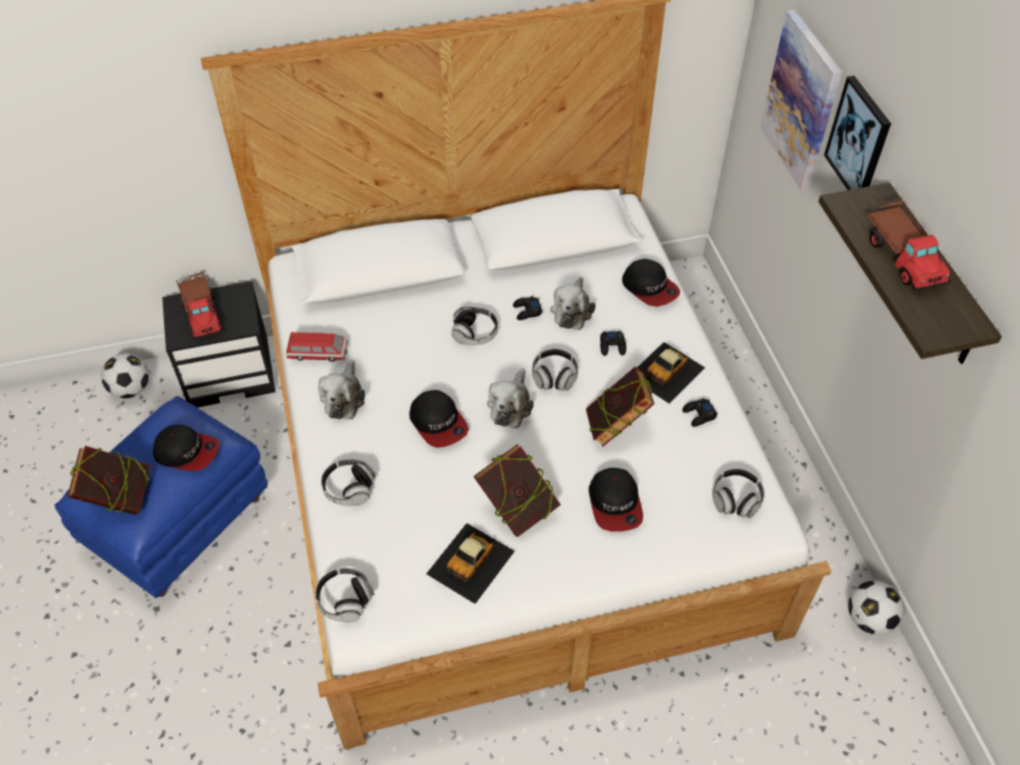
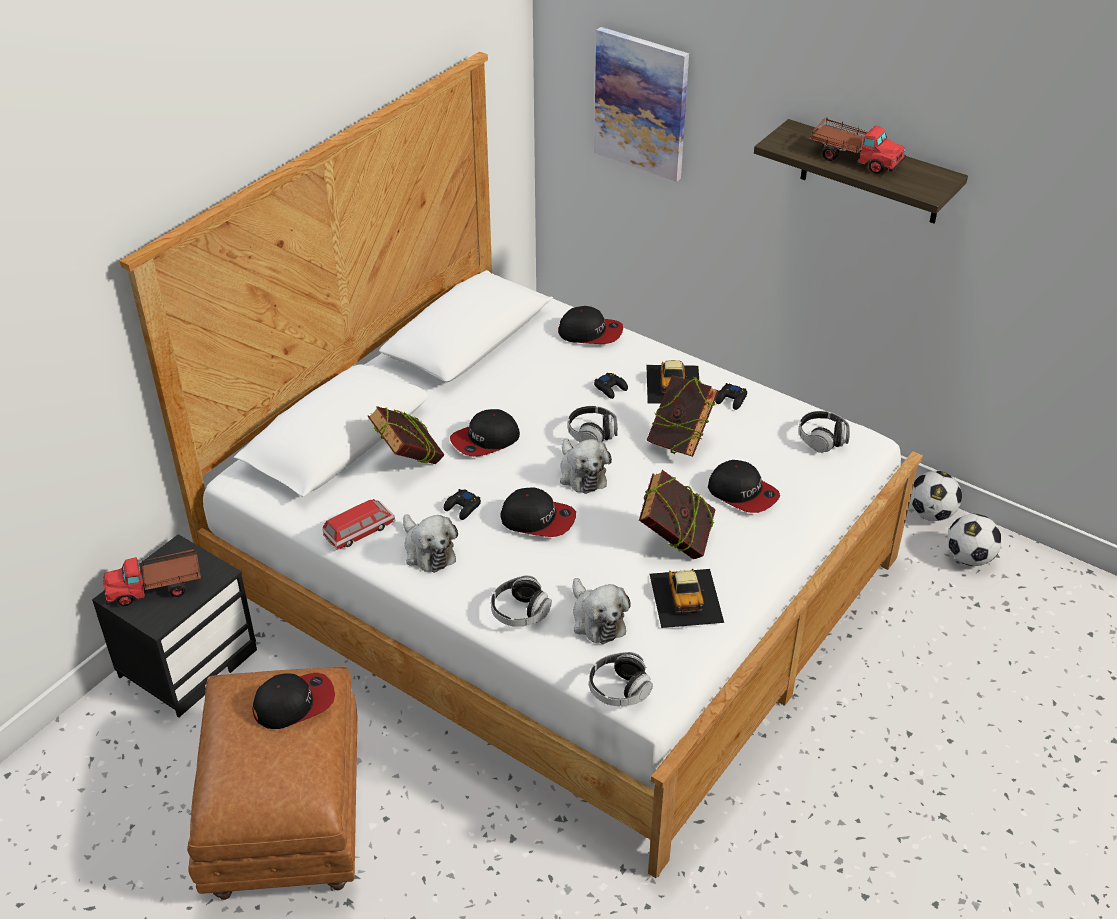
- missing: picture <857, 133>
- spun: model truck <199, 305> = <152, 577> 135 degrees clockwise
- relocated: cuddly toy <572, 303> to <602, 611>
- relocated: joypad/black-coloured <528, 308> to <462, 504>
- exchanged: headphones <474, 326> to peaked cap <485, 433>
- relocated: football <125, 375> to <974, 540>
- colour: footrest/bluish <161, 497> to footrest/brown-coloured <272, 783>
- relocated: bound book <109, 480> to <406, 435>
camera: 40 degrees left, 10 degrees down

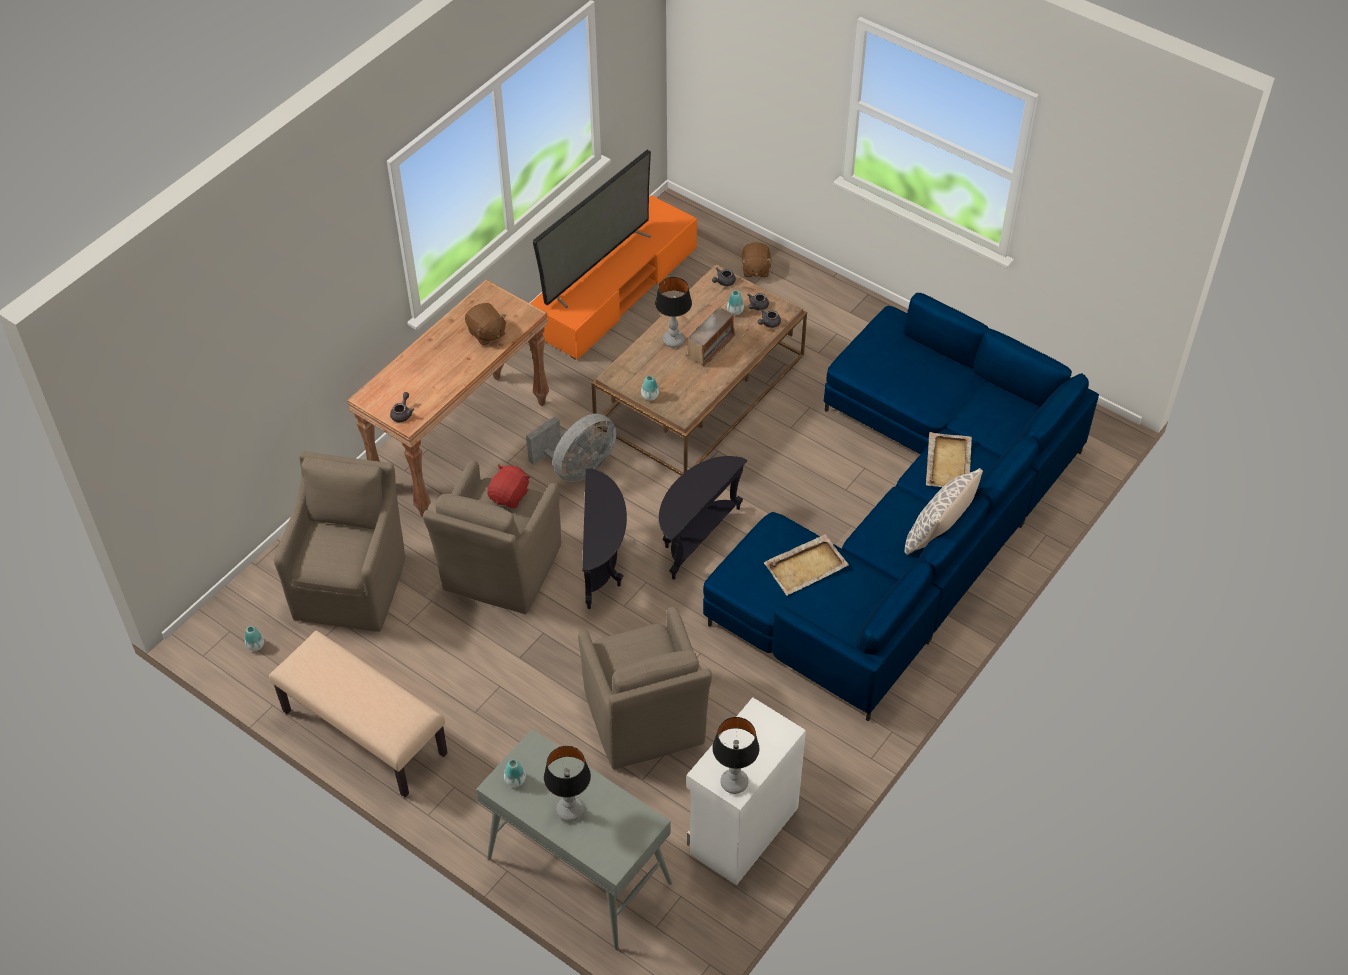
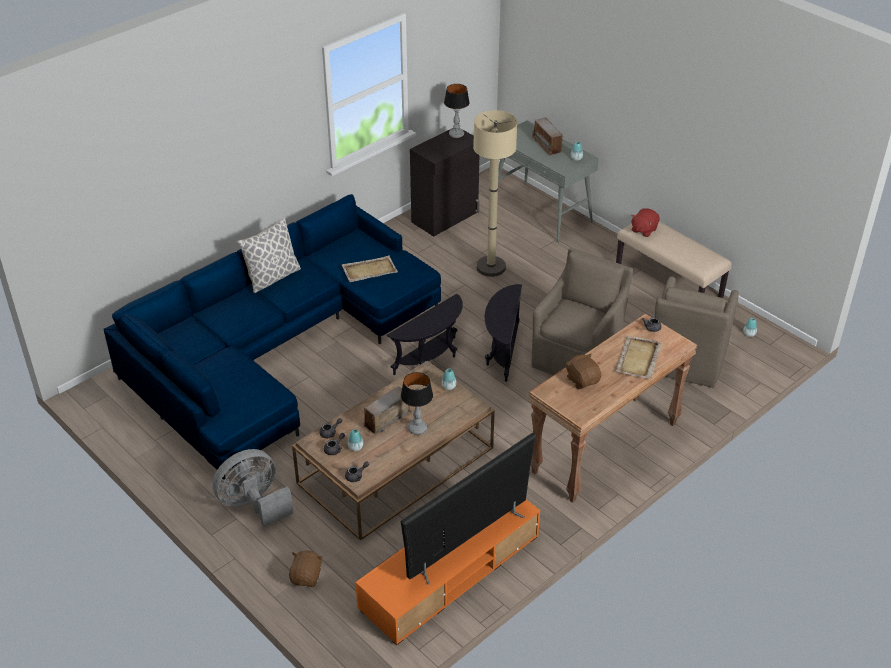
- relocated: cooling fan/grey <571, 448> to <252, 488>
- relocated: serving tray/beige-coloured <949, 459> to <639, 357>
- relocated: cuddly toy/red-coloured <508, 486> to <645, 222>
- exchanged: easy chair/brown-coloured <645, 688> to standing lamp/beige-coloured <495, 193>
- colour: cabinet/white <746, 791> to cabinet/black-coloured <444, 182>
- exchanged: table lamp <567, 784> to radio receiver <548, 137>
camera: 170 degrees left, 10 degrees down

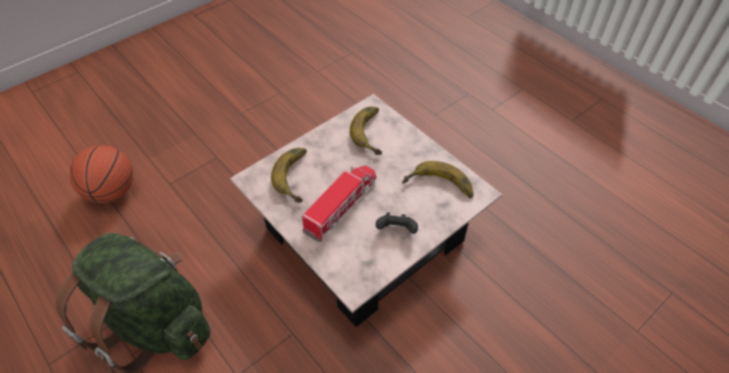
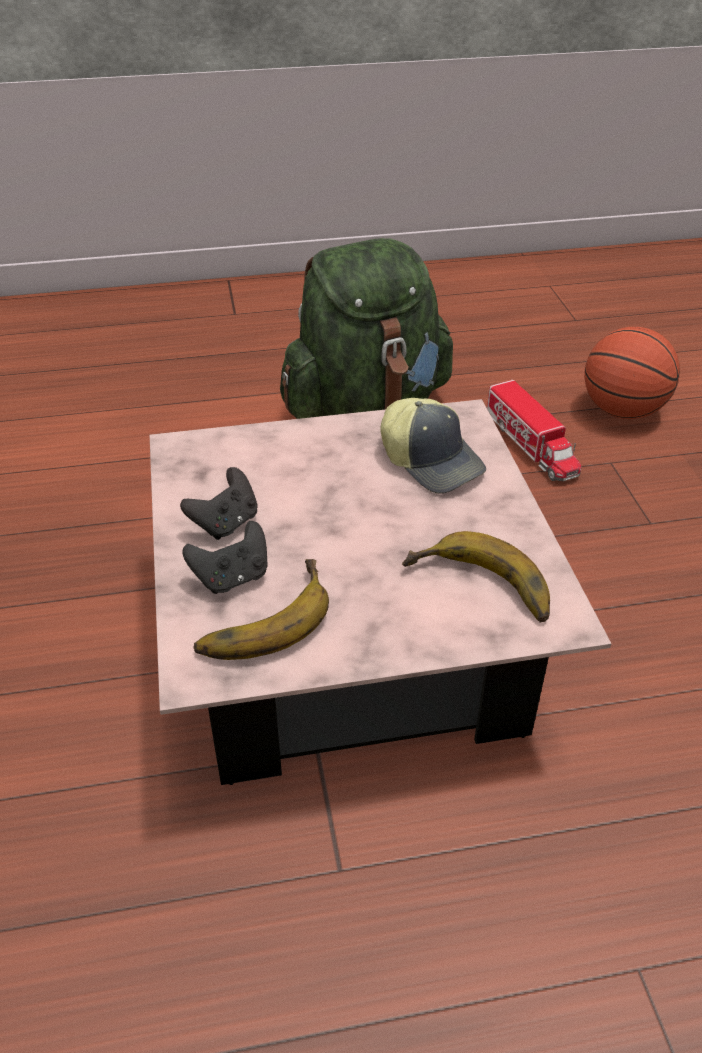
- exchanged: whole banana <289, 175> to peaked cap <433, 446>
- relocated: model truck <339, 203> to <534, 430>
- appeared: joypad/black-coloured <224, 557>
camera: 120 degrees right, 10 degrees down

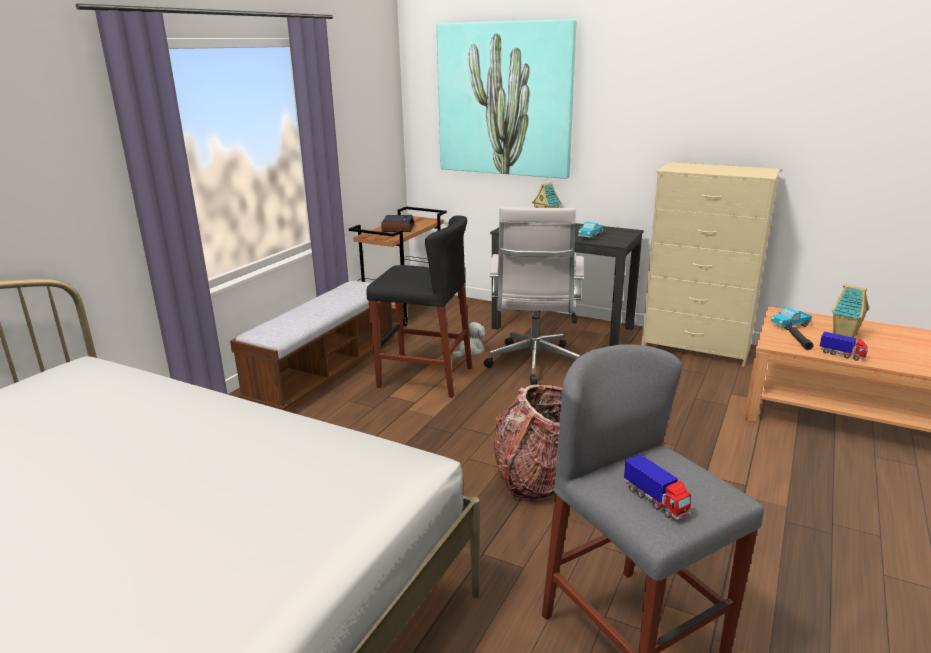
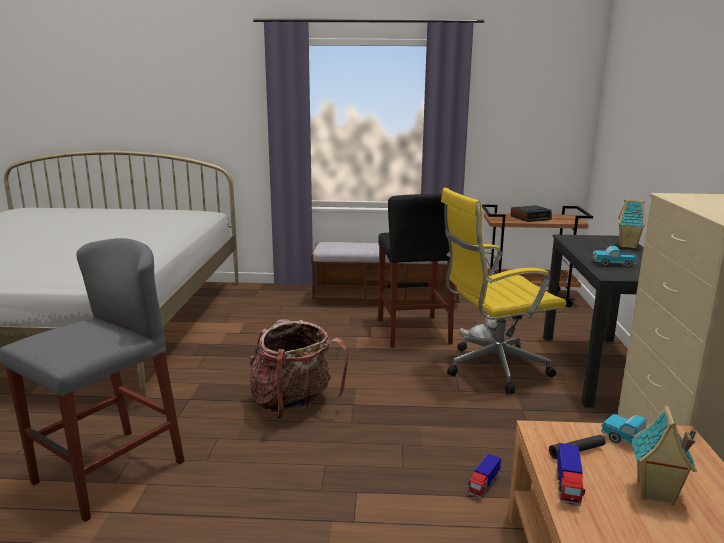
- missing: picture <507, 99>
- colour: computer chair/white <534, 296> to computer chair/yellow <503, 291>
- relocated: model truck <657, 486> to <484, 475>
camera: 65 degrees right, 5 degrees down

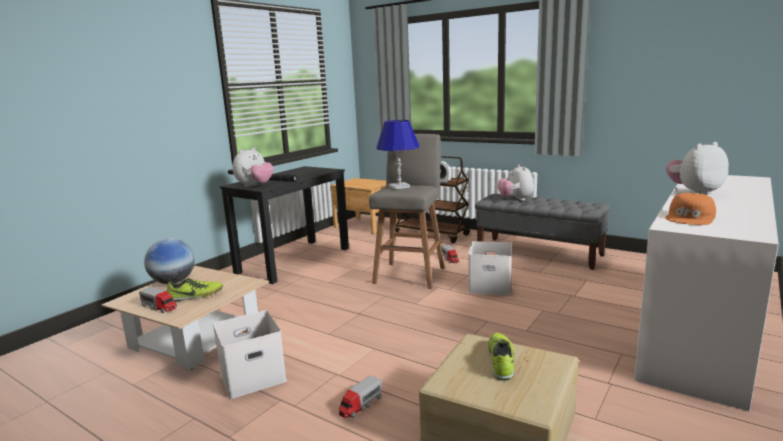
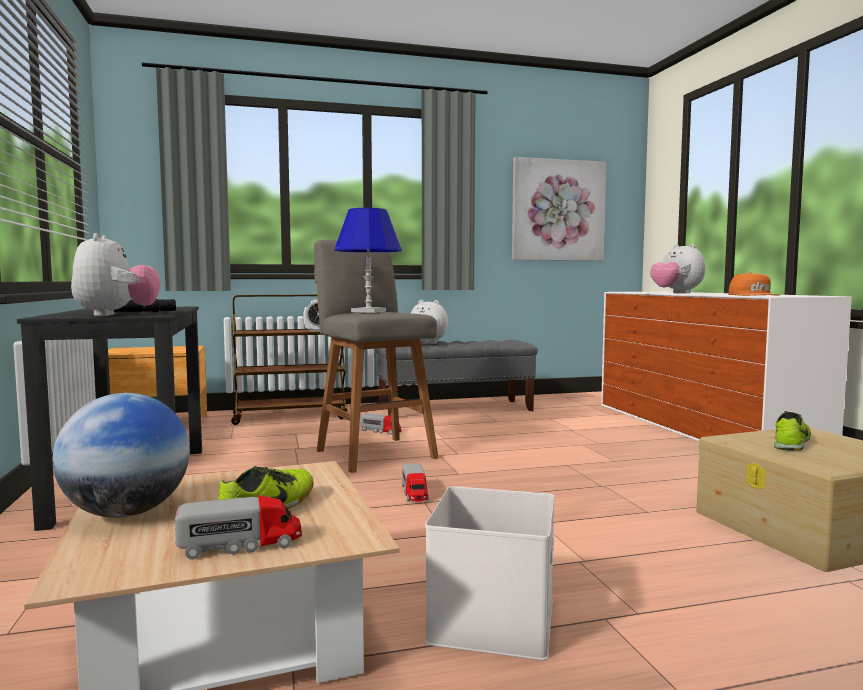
- spun: cuddly toy <697, 168> = <677, 268> 45 degrees counterclockwise
- missing: storage container/white <490, 268>
- spun: low shoe <501, 356> = <792, 431> 75 degrees clockwise
- relocated: model truck <360, 397> to <415, 482>
- appeared: picture <559, 209>
camera: 50 degrees left, 10 degrees down

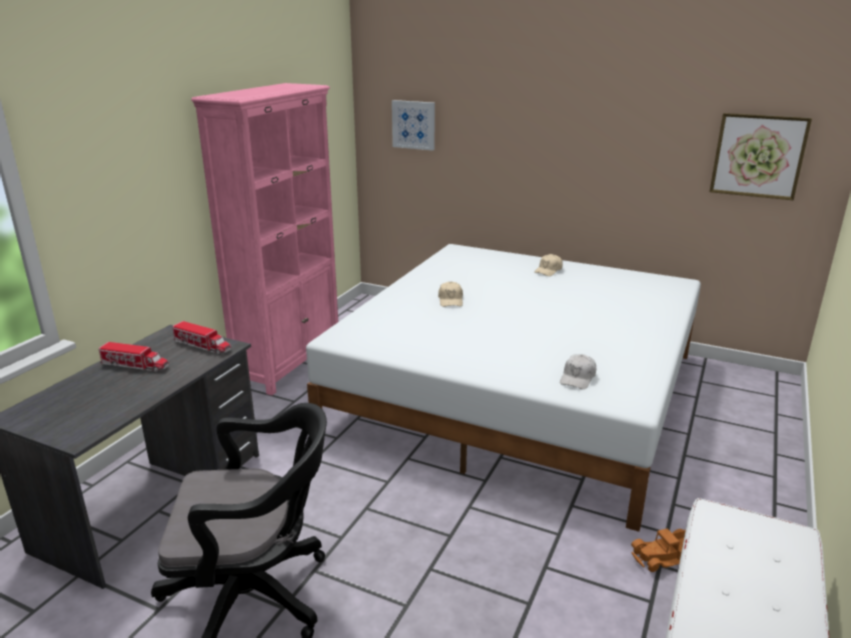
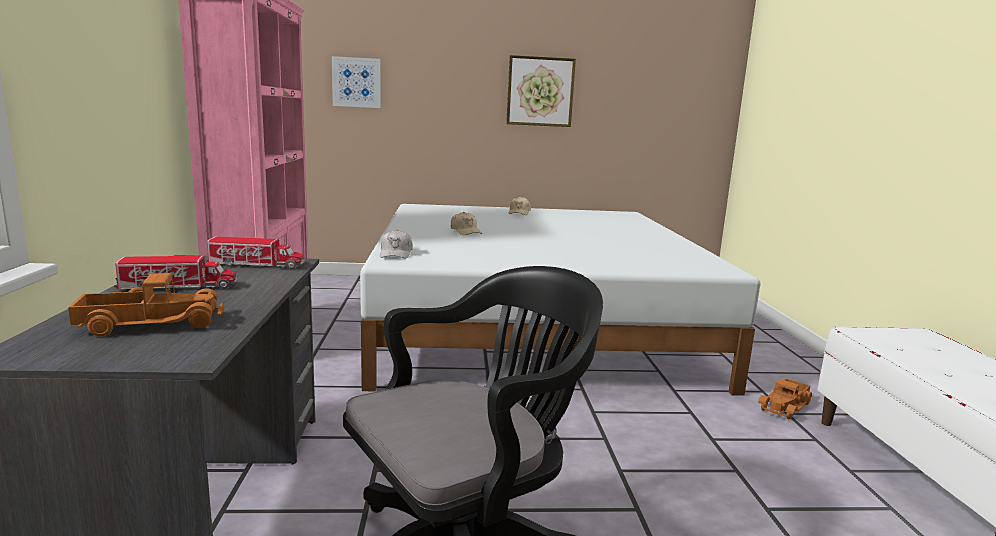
- relocated: picture <761, 156> to <541, 91>
- relocated: peaked cap/white <578, 371> to <396, 244>
- appeared: model truck <146, 304>
camera: 30 degrees left, 10 degrees down

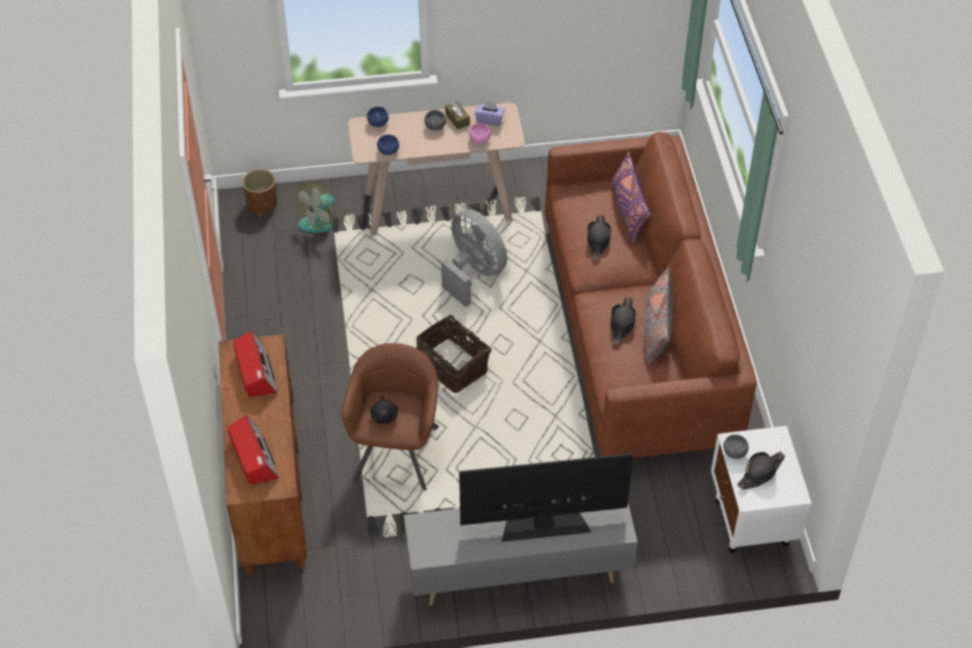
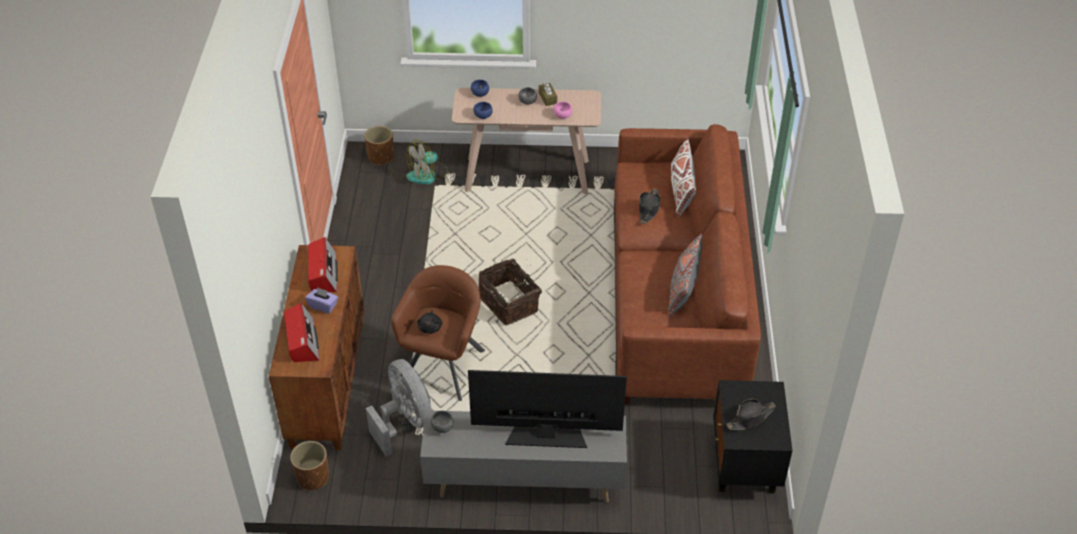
- relocated: tissue holder/purple <490, 113> to <321, 300>
- colour: pillow/purple <631, 199> to pillow/white <683, 177>
- relocated: cooling fan/grey <474, 258> to <399, 407>
- missing: wearable hat/black-coloured <623, 321>
- colour: night table/white <761, 489> to night table/black-coloured <752, 437>
- relocated: deep dish/grey <736, 446> to <442, 422>
- appeared: planter/brown-coloured <309, 465>
camera: 10 degrees right, 5 degrees down

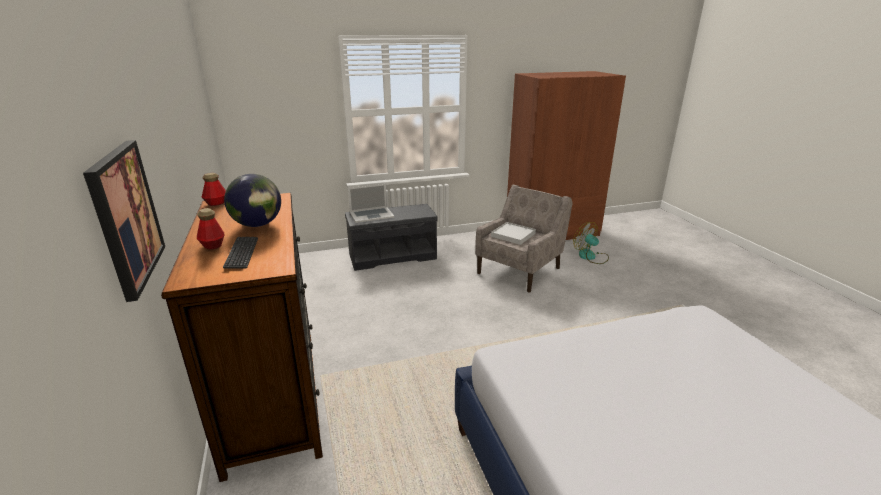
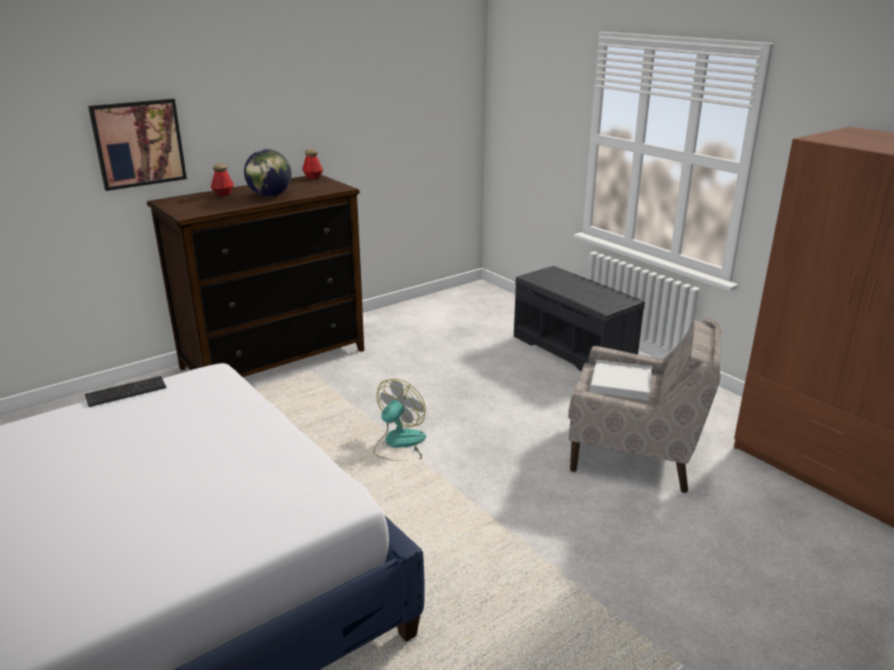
- missing: notebook computer <371, 203>
- relocated: cooling fan <591, 243> to <400, 420>
- relocated: PC keyboard <240, 252> to <126, 391>
camera: 70 degrees right, 0 degrees up

